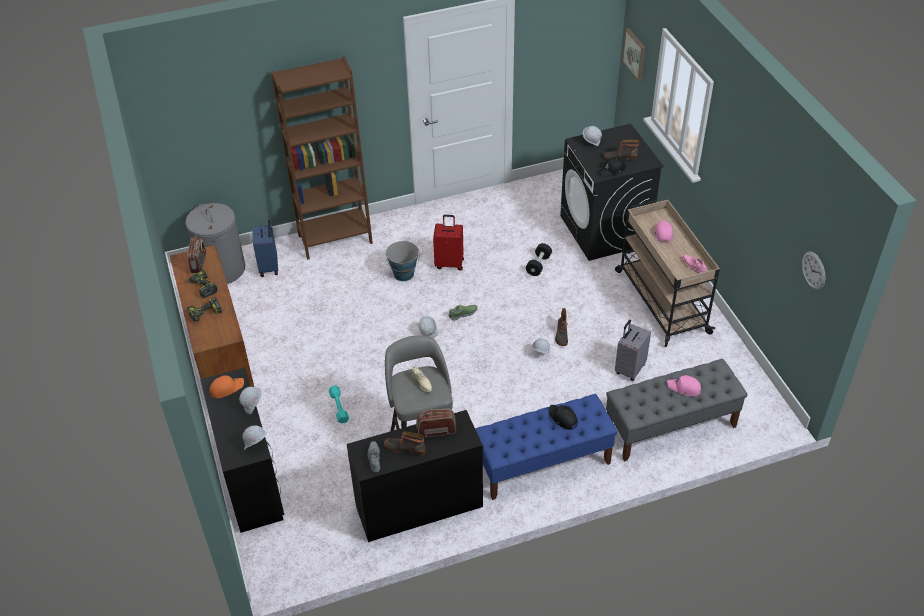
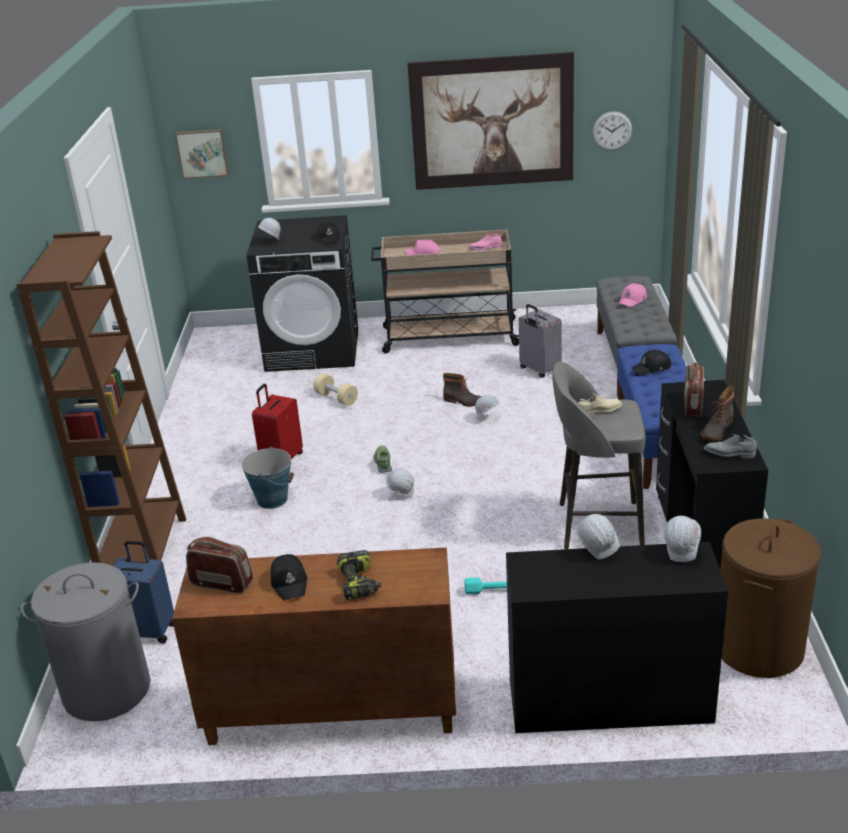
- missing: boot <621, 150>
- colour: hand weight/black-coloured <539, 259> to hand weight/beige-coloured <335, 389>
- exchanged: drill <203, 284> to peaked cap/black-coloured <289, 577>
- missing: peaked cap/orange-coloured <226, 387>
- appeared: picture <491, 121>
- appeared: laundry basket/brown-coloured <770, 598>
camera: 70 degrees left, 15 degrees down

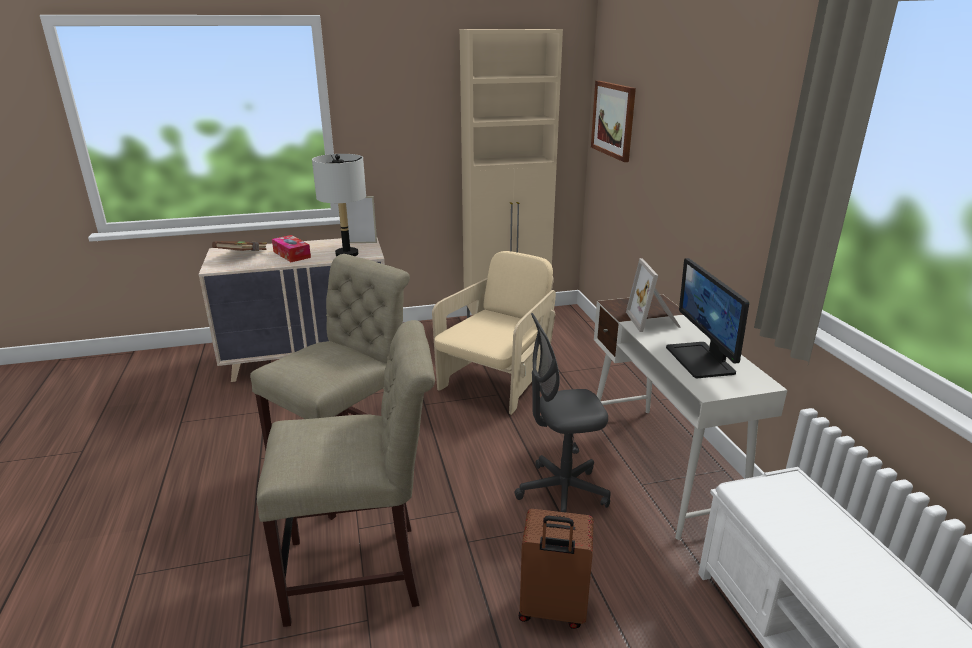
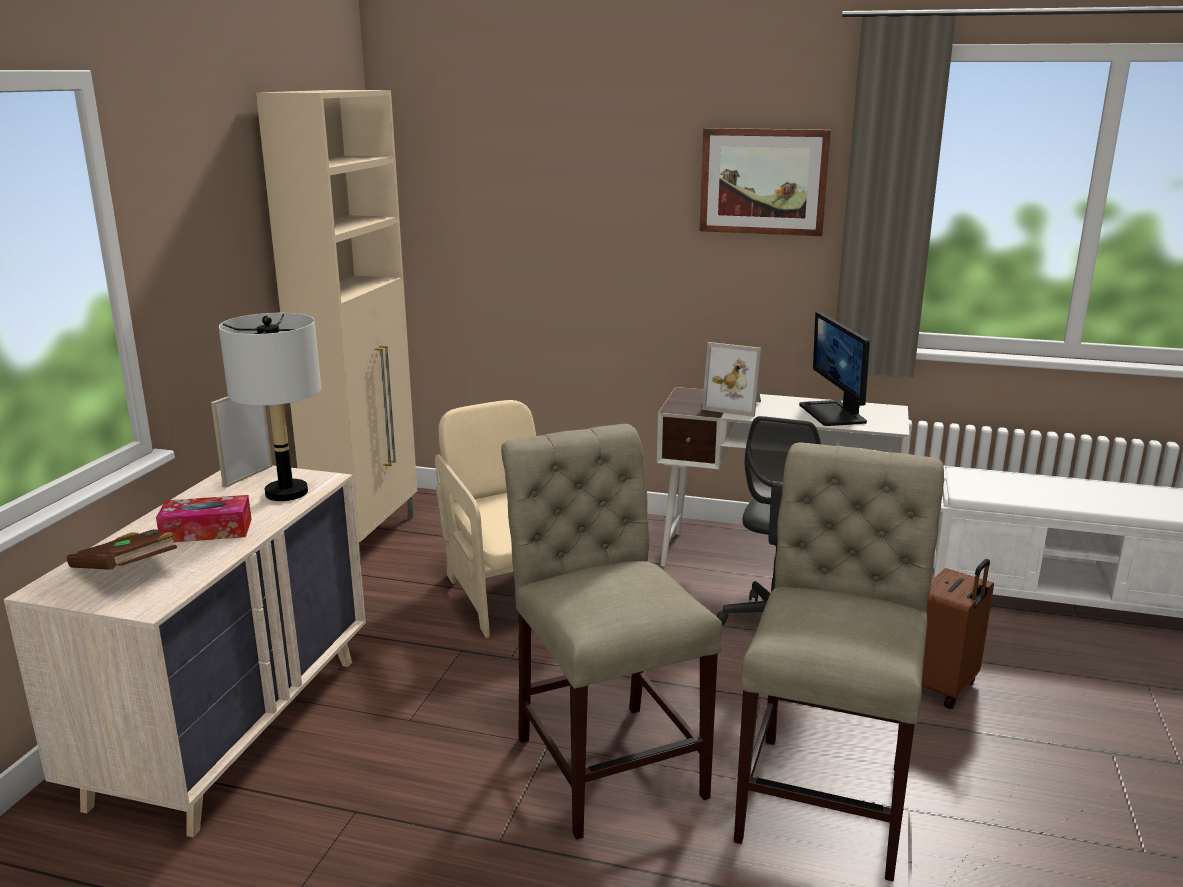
- relocated: picture <613, 121> to <765, 182>
- spun: computer screen <707, 318> = <834, 369> 60 degrees clockwise
camera: 60 degrees left, 5 degrees down

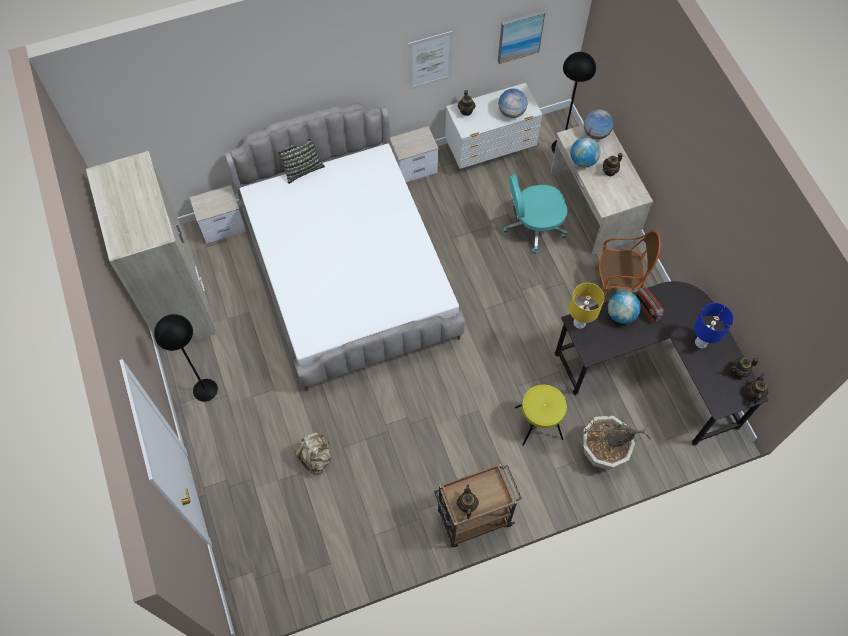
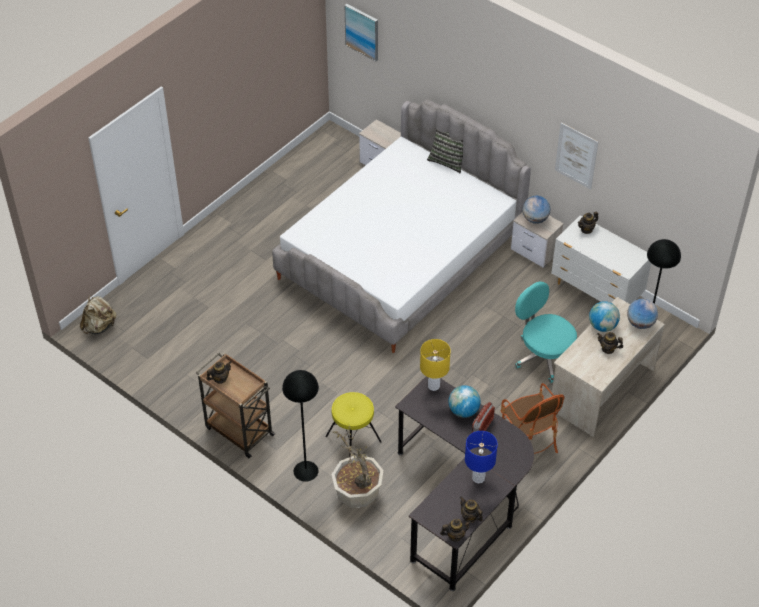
- relocated: picture <521, 37> to <361, 33>
- relocated: globe <512, 103> to <536, 210>
- missing: wardrobe/beige-coloured <151, 251>
- relocated: standing lamp/black-coloured <186, 358> to <300, 426>
- relocated: knapsack/beige-coloured <312, 454> to <98, 314>
camera: 60 degrees right, 15 degrees down

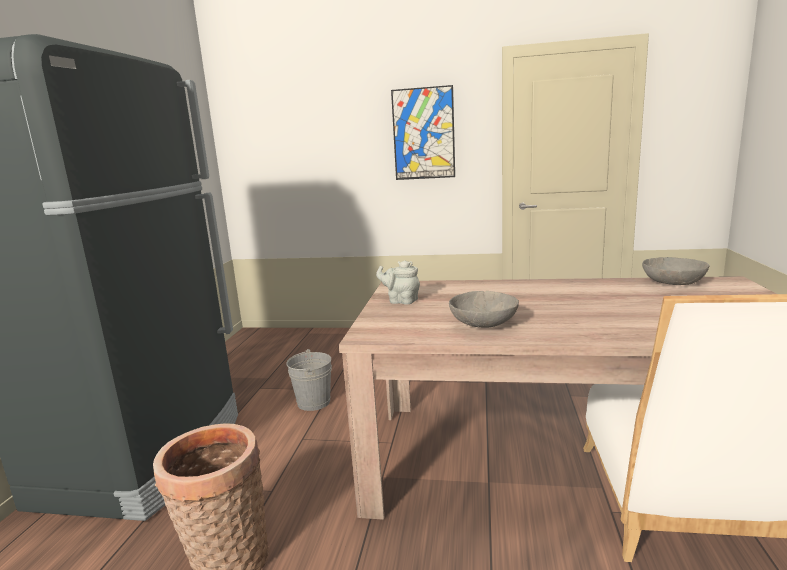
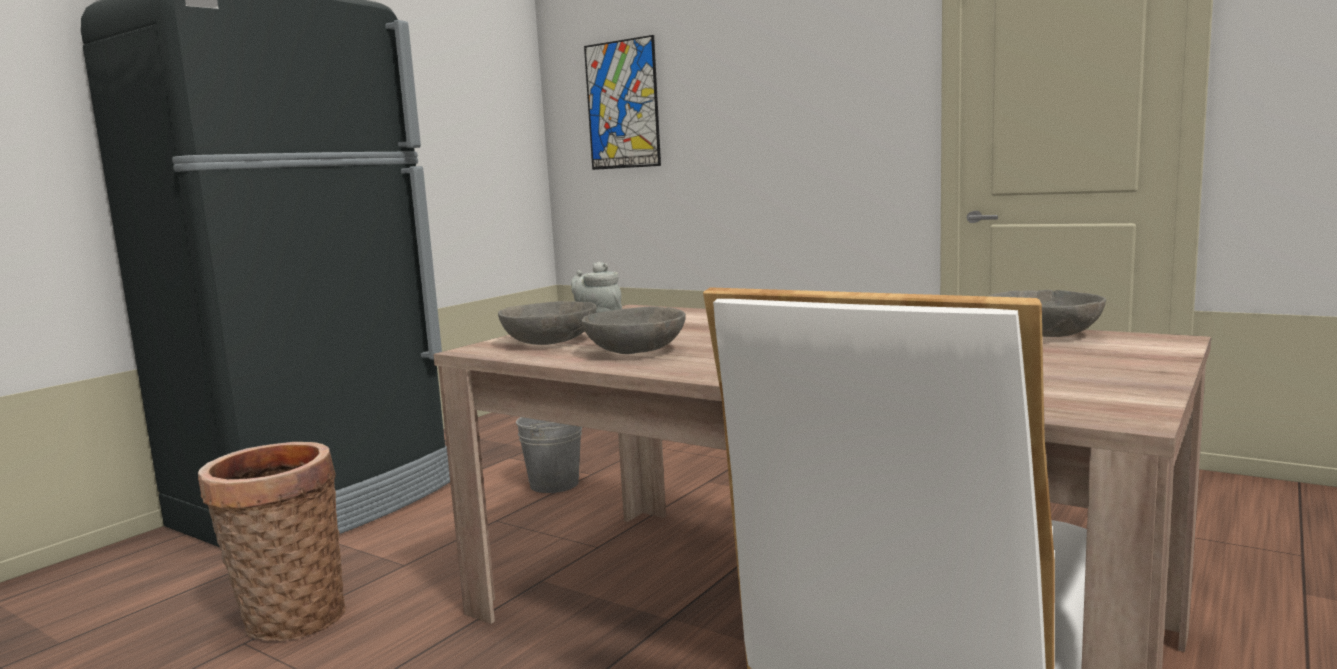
- relocated: picture <423, 132> to <622, 102>
- appeared: deep dish/grey <547, 323>
camera: 25 degrees right, 5 degrees down

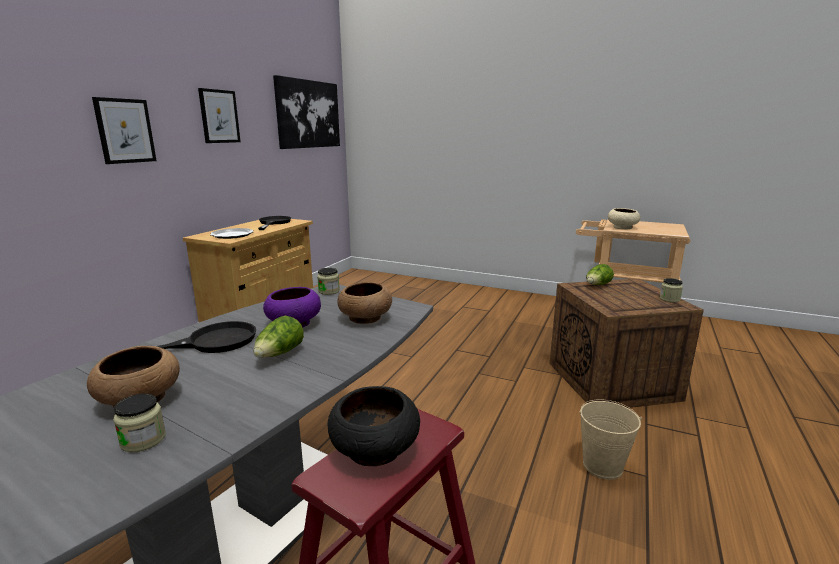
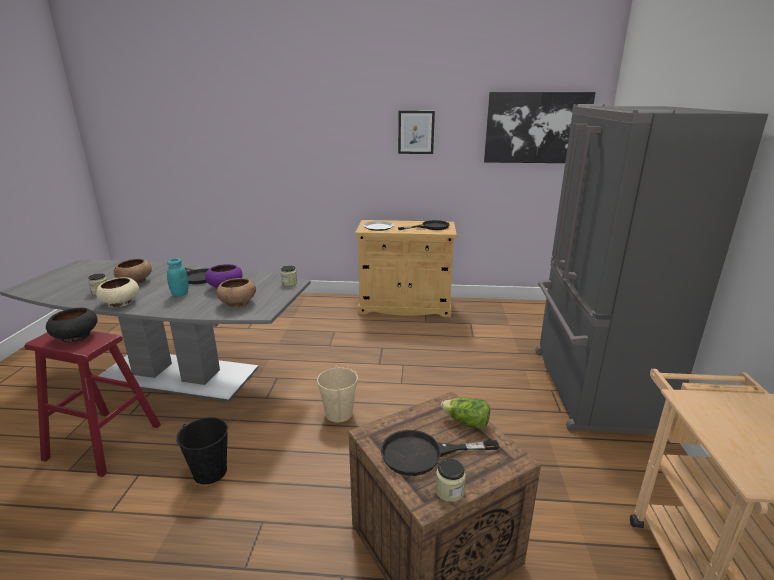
- missing: picture <124, 130>
- relocated: deep dish/beige-coloured <624, 218> to <117, 292>
- exchanged: lettuce head <278, 337> to storage jar/blue-green <178, 277>
- relocated: bucket/beige-coloured <610, 439> to <337, 394>
- appeared: fridge/grey <651, 269>
- appeared: bucket/black-coloured <202, 451>
- appeared: pan/black-coloured <440, 453>
camera: 70 degrees right, 5 degrees up

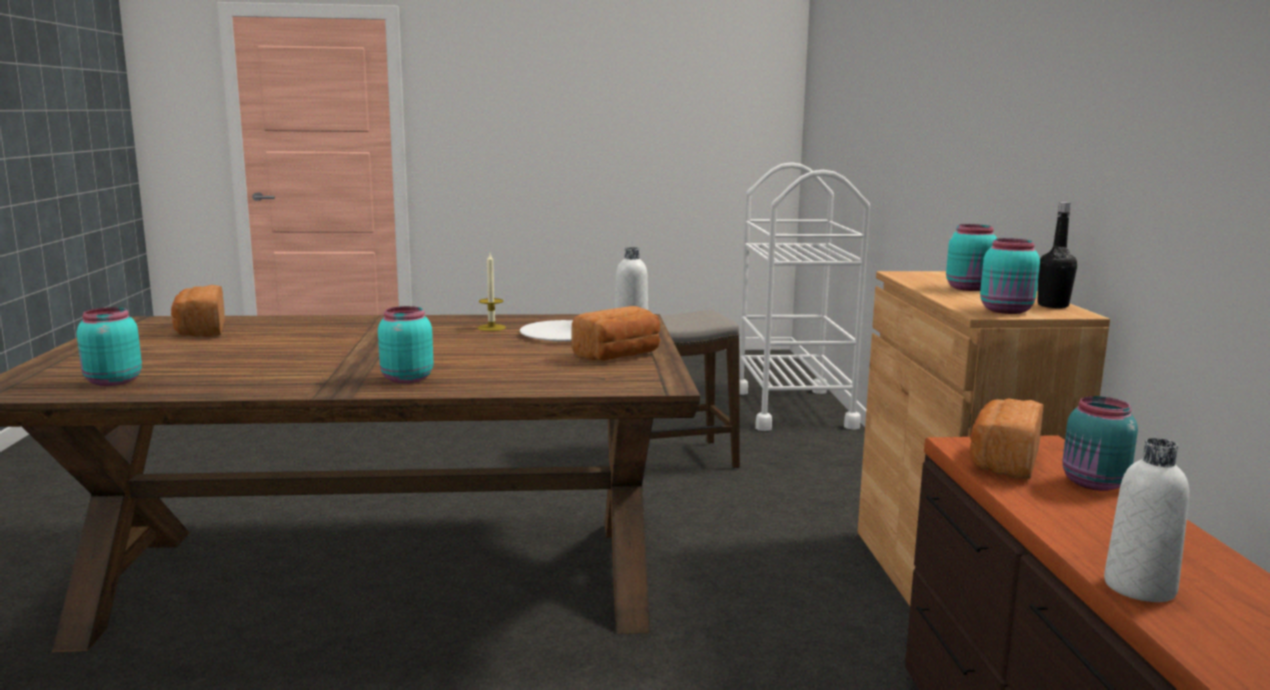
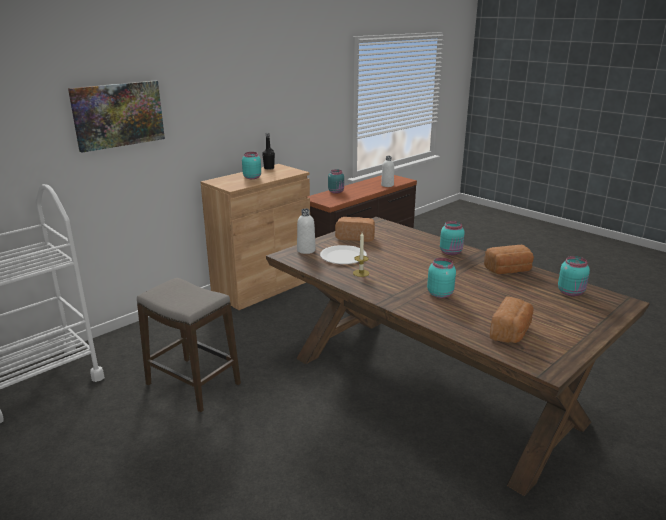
- relocated: storage jar/blue-green <1010, 276> to <441, 278>
- relocated: bakery bread <1007, 438> to <509, 259>
- appeared: picture <116, 116>
camera: 130 degrees left, 10 degrees up

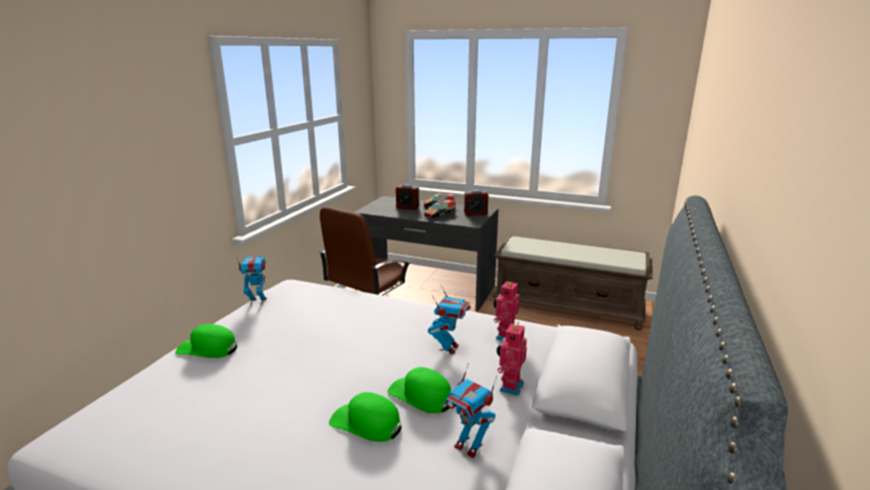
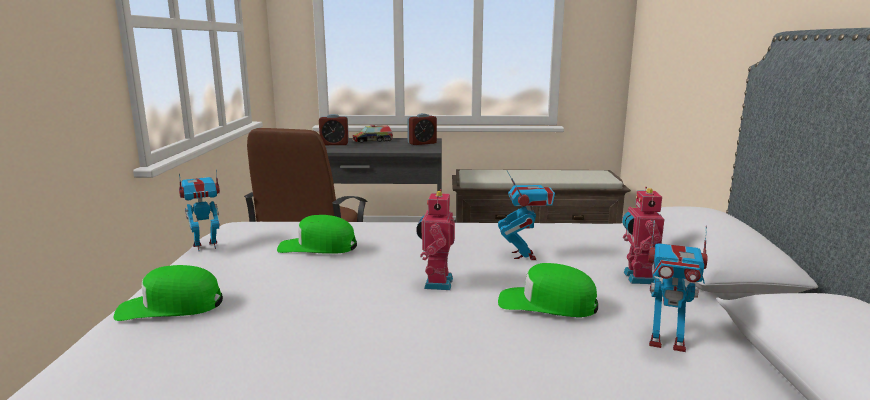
- missing: model truck <440, 209>
- relocated: toy robot <506, 310> to <435, 239>
- relocated: peaked cap/green-coloured <365, 417> to <317, 234>
camera: 20 degrees left, 5 degrees down

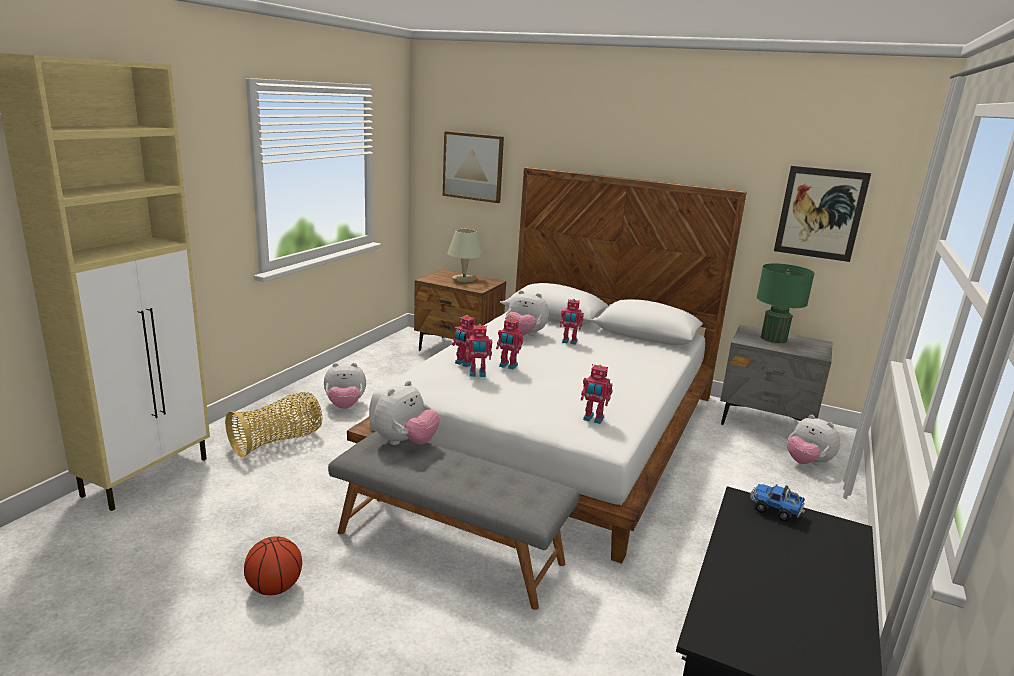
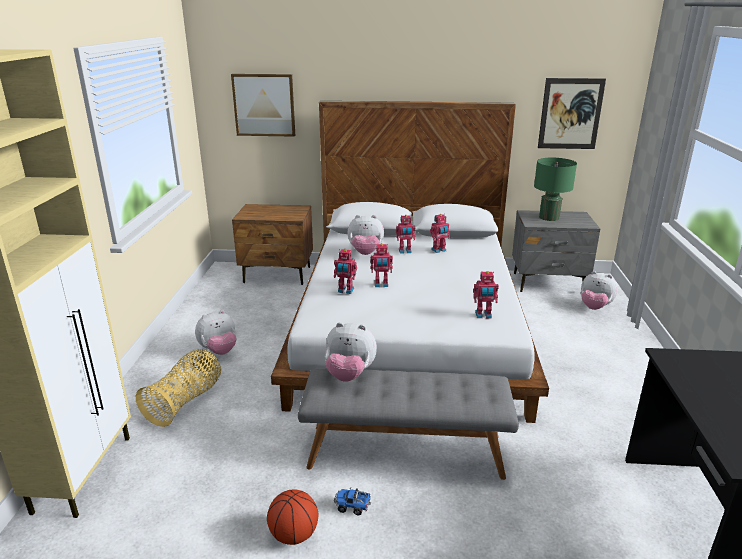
- missing: table lamp/beige-coloured <465, 255>
- relocated: toy robot <479, 350> to <440, 233>
- spun: cuddly toy <407, 413> = <351, 352> 90 degrees clockwise
- relocated: model truck <777, 503> to <352, 501>
camera: 20 degrees left, 5 degrees up

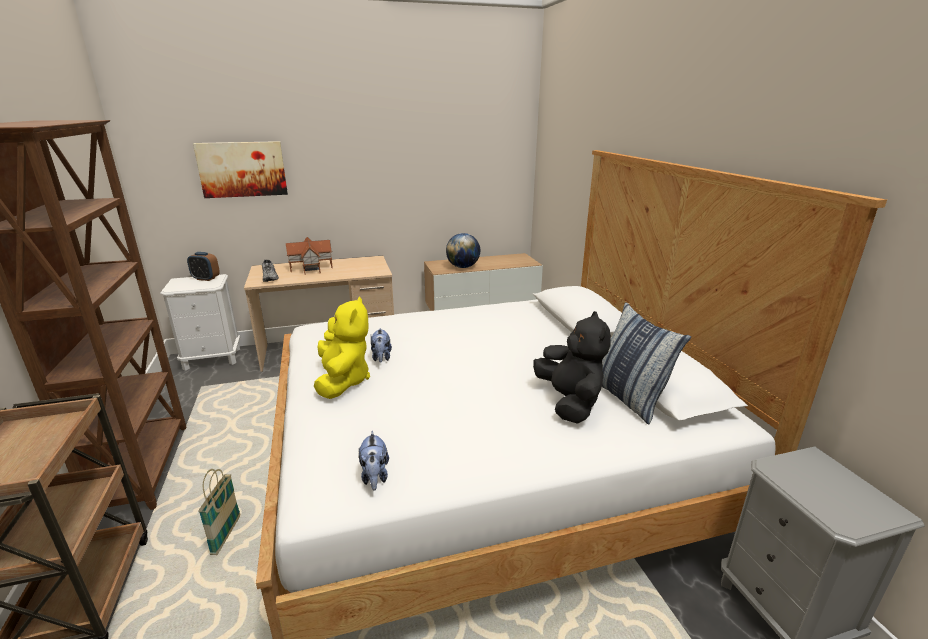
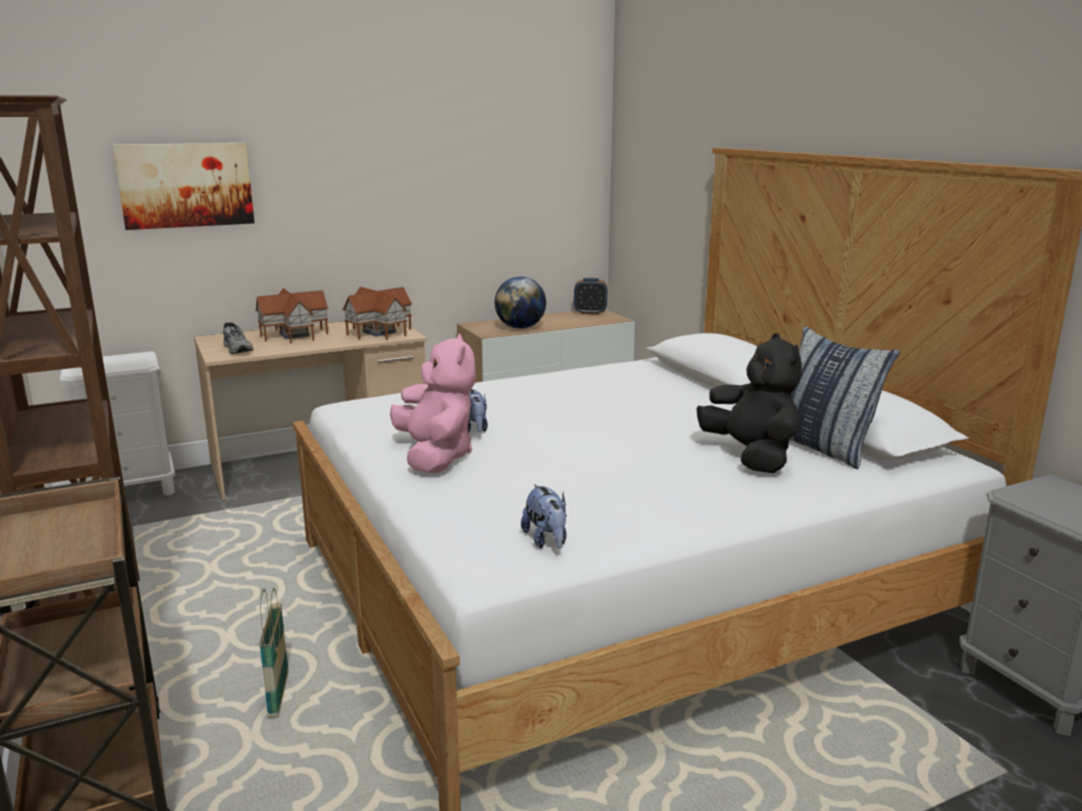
- relocated: bedside clock <203, 266> to <590, 296>
- colour: cuddly toy/yellow <342, 347> to cuddly toy/pink-coloured <433, 403>
- appeared: model house <377, 313>
camera: 10 degrees left, 5 degrees down

